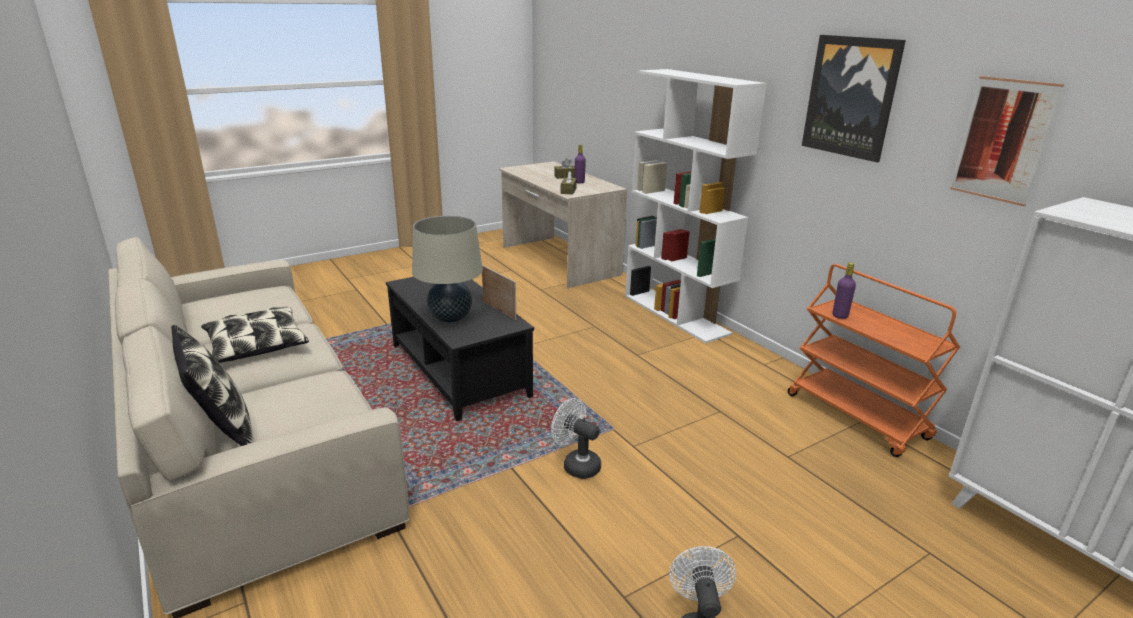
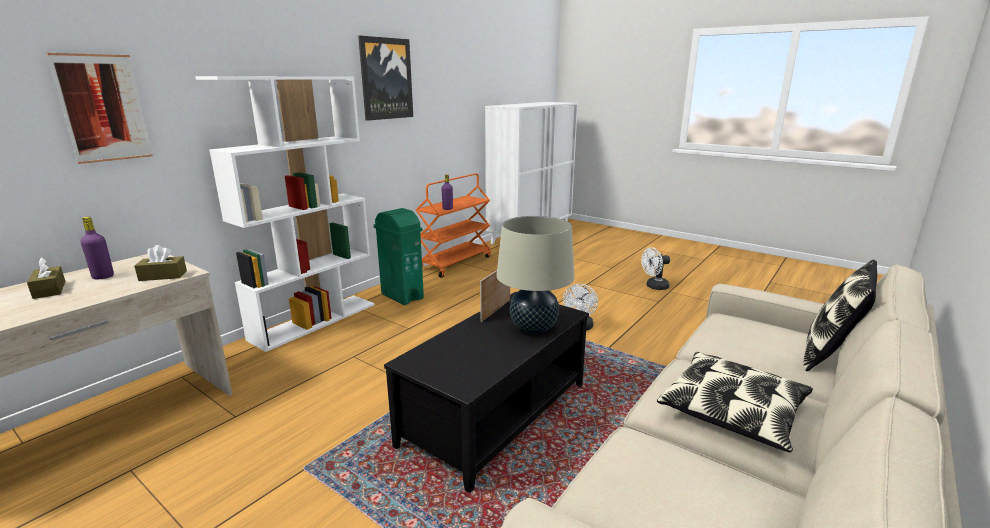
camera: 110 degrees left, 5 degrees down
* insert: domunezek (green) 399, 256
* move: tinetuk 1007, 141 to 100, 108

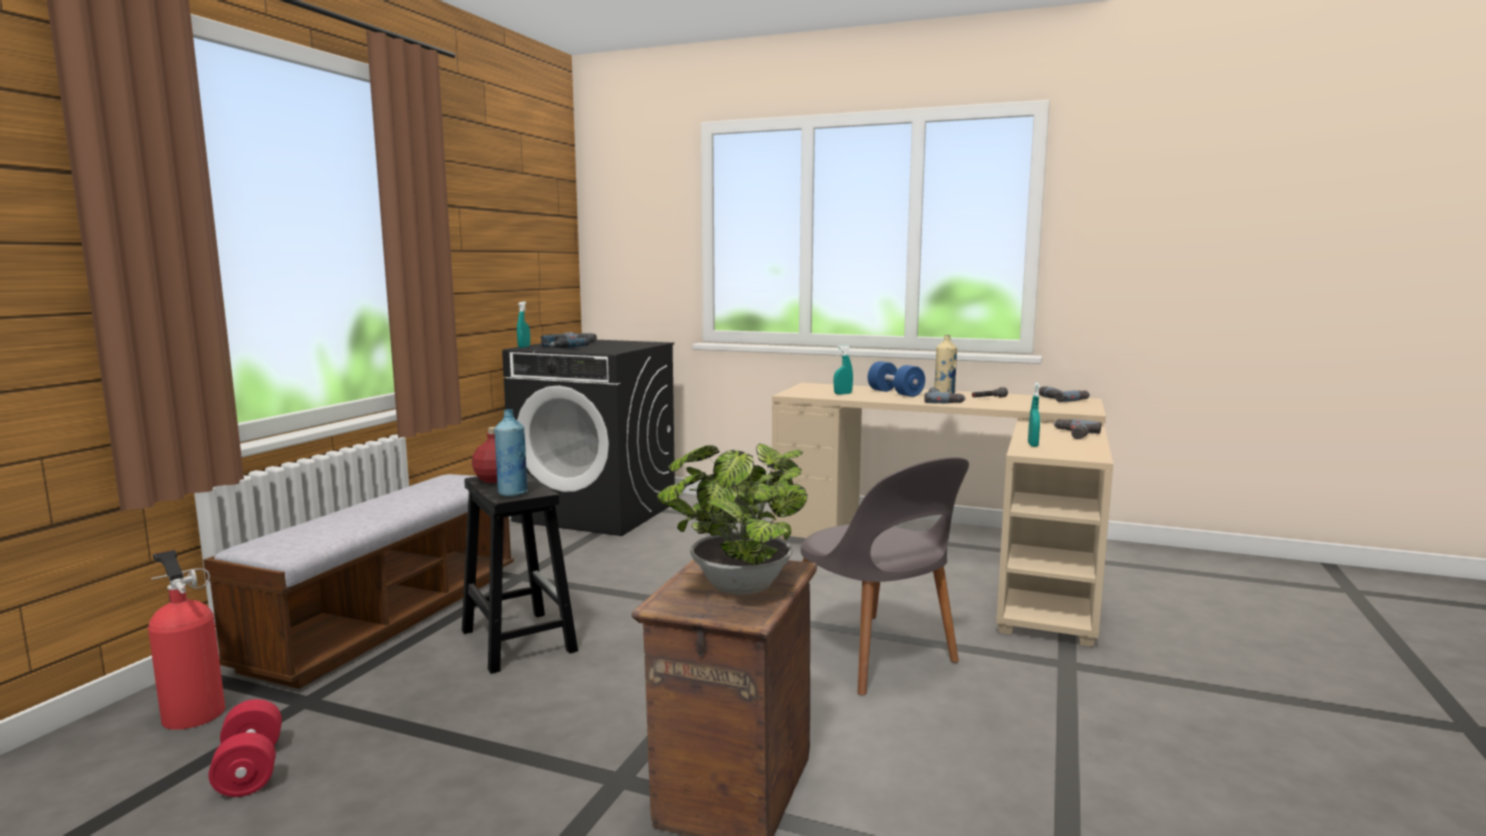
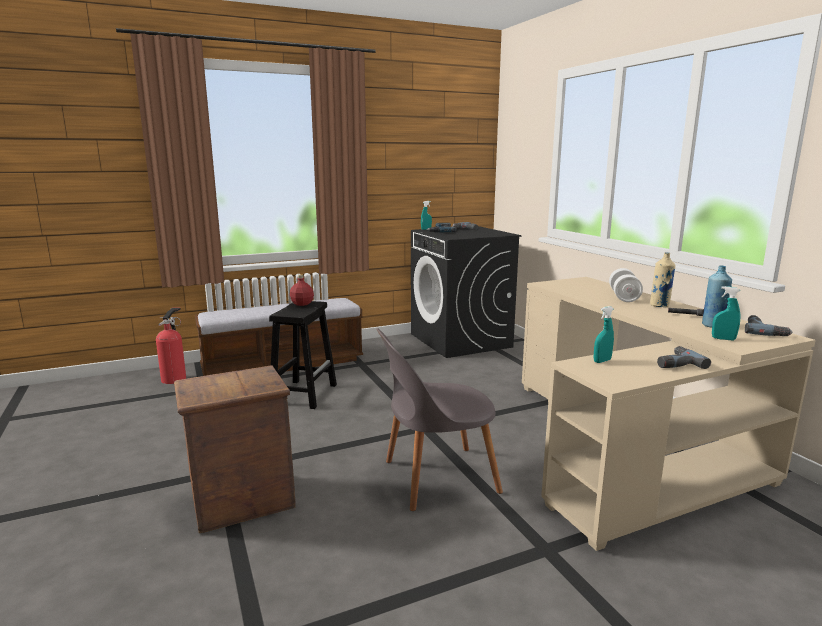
camera: 45 degrees right, 5 degrees up
* delete: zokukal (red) 245, 748
* delete: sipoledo 732, 519
* delete: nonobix 945, 395
* move: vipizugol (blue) 511, 453 to 717, 297
* move: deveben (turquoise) 843, 370 to 726, 313
* recolor: zokukal (blue) 896, 379 to zokukal (white) 626, 285
* rotate: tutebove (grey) 885, 576 = 439, 419 60 degrees clockwise

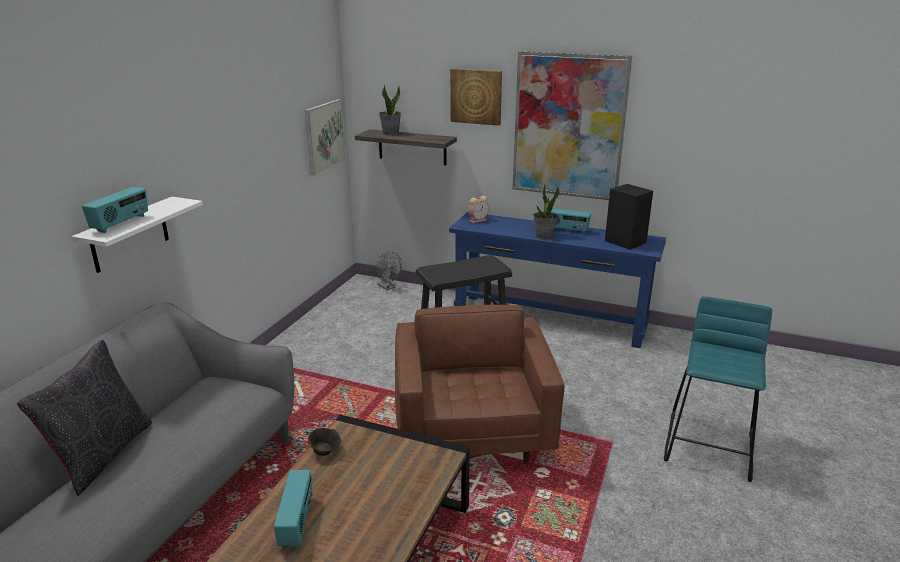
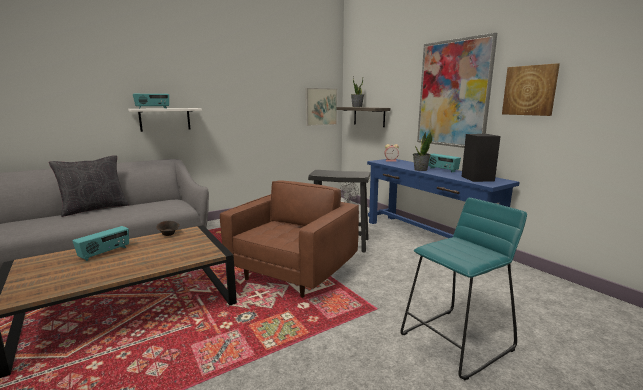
camera: 35 degrees right, 10 degrees down
* move: tinetuk 476, 97 to 531, 89

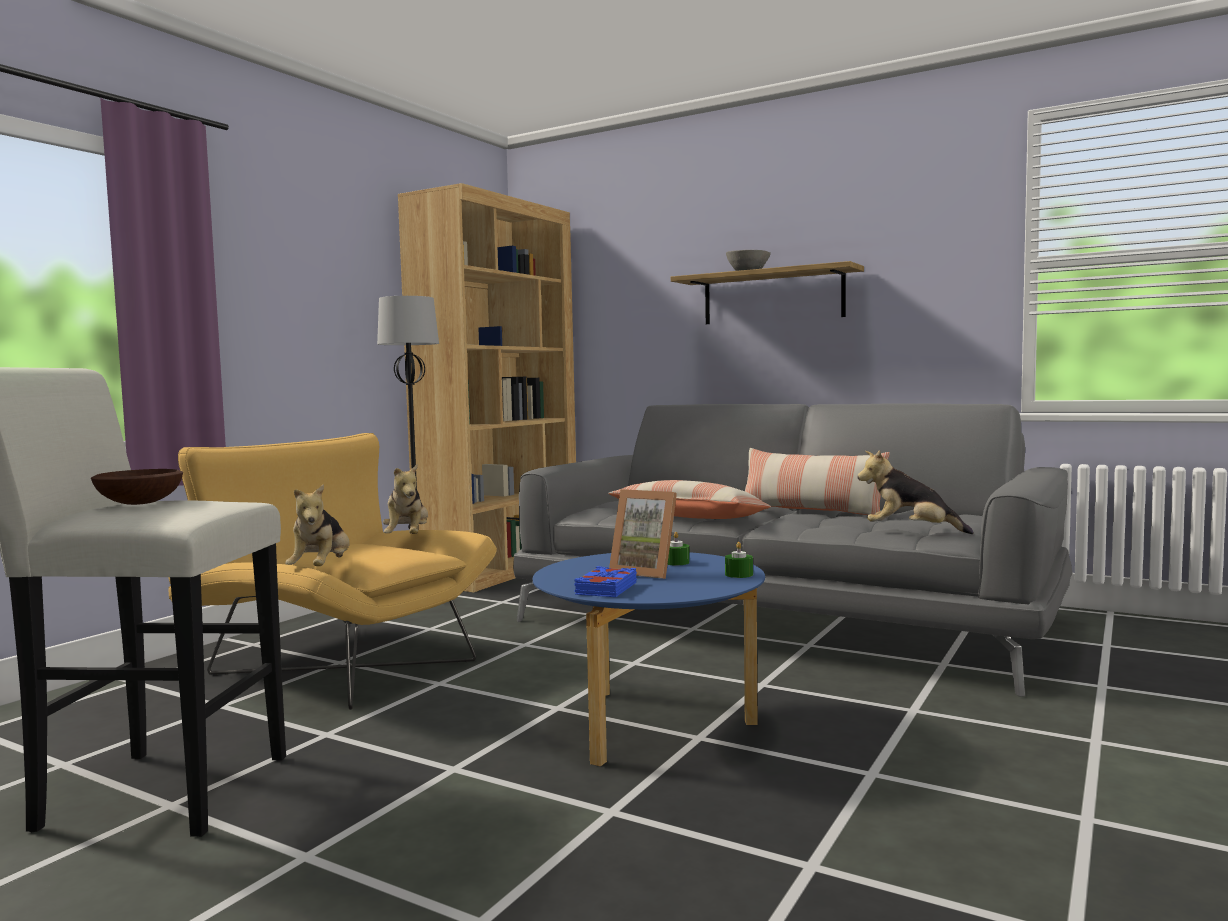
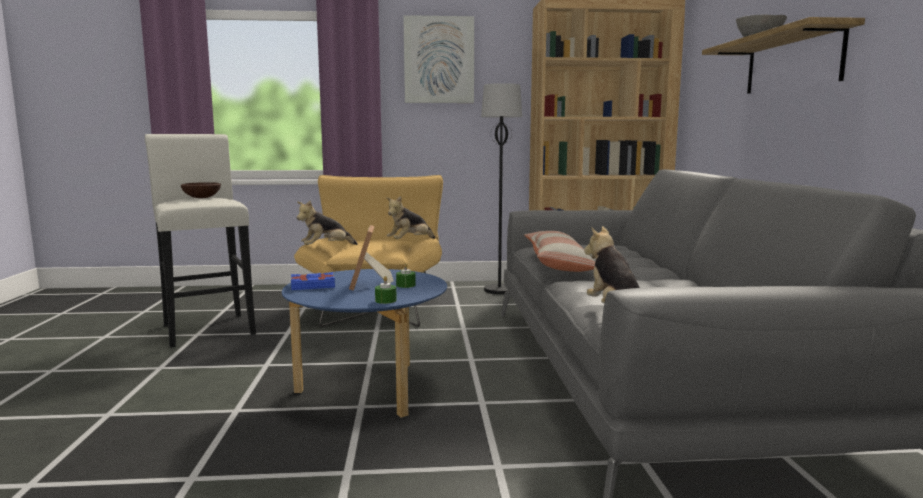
camera: 55 degrees right, 5 degrees up
* delete: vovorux 817, 481
* insert: tinetuk 438, 59

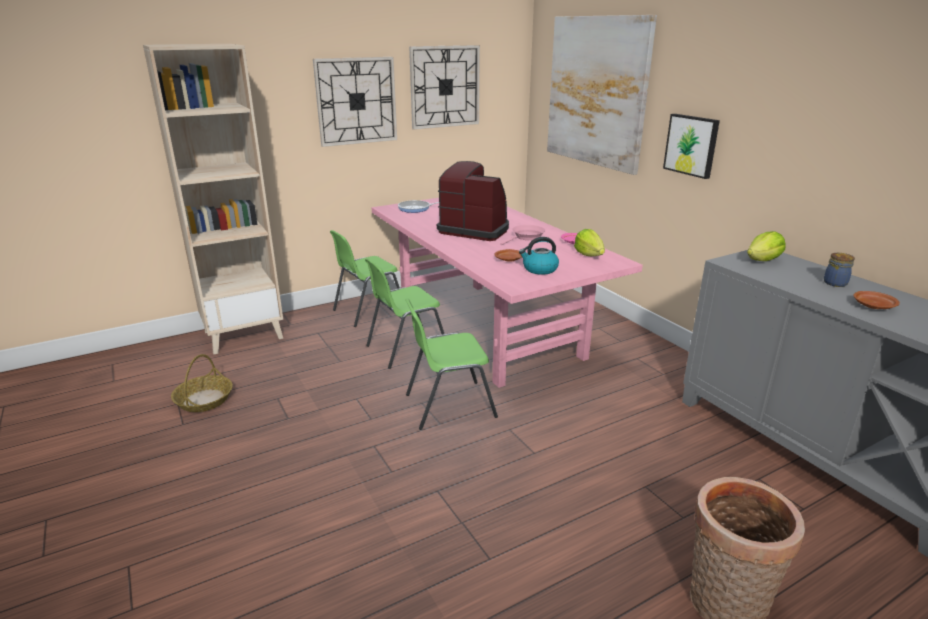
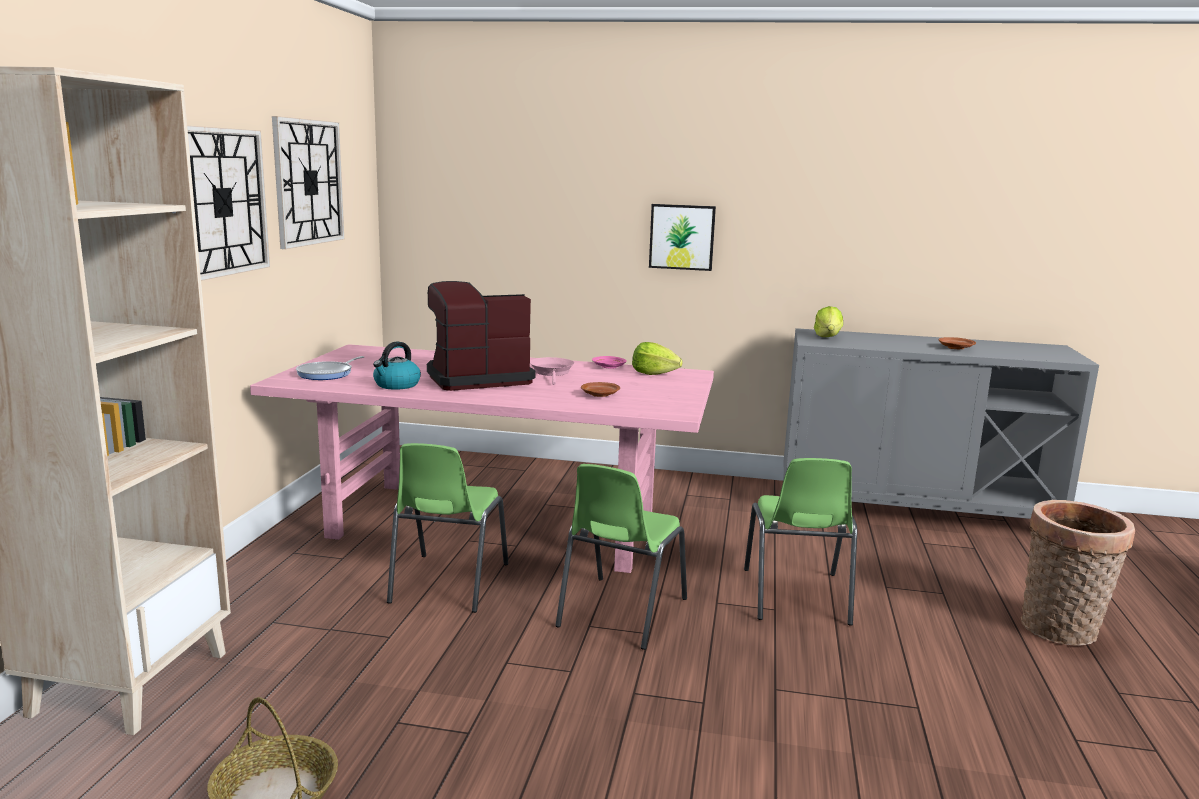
camera: 50 degrees left, 10 degrees down
* delete: tinetuk 602, 95
* delete: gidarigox 839, 270
* move: tutebove (green) 365, 278 to 800, 542
* move: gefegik 539, 256 to 397, 365

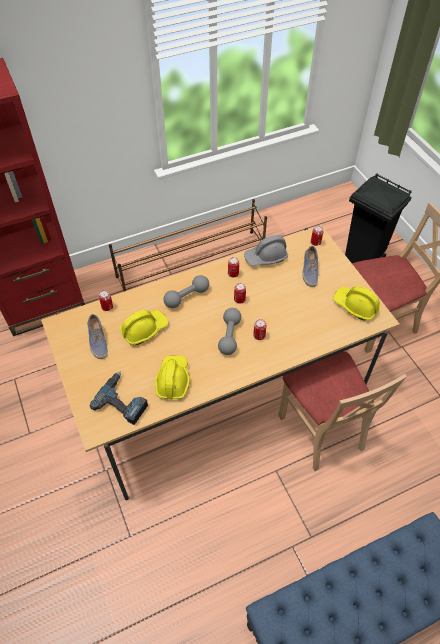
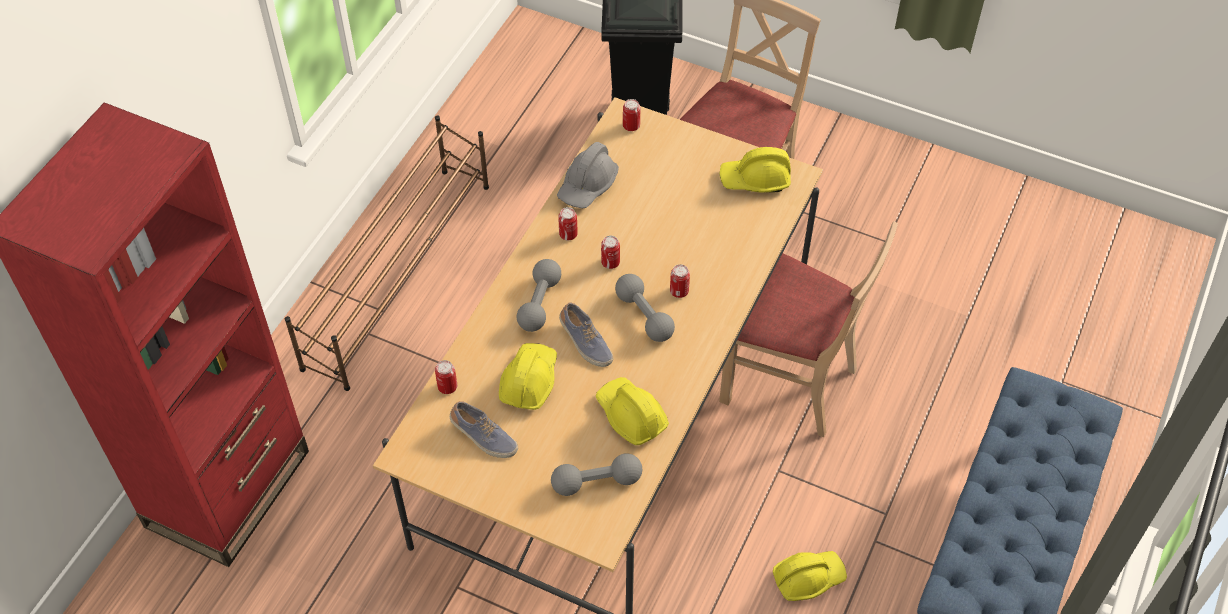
camera: 40 degrees left, 0 degrees up
* insert: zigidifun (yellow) 810, 576
* move: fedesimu 310, 266 to 586, 335
* replace: nonobix 119, 398 to zokukal (grey) 596, 474

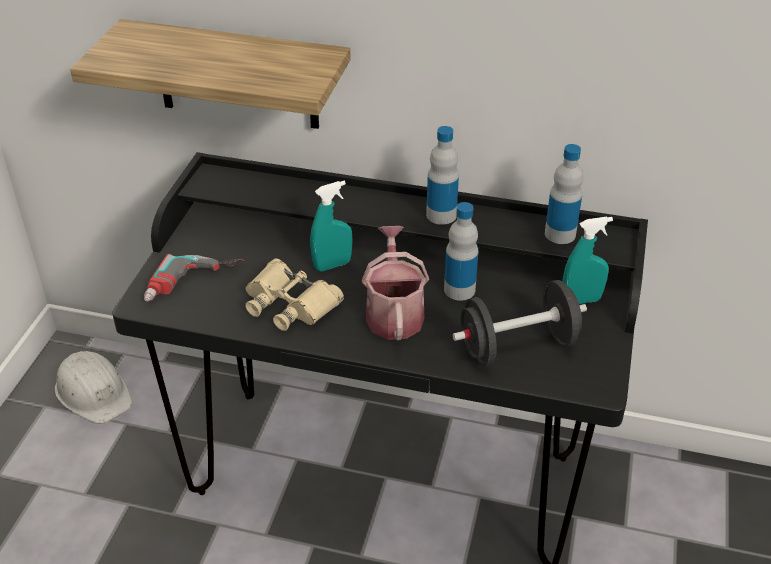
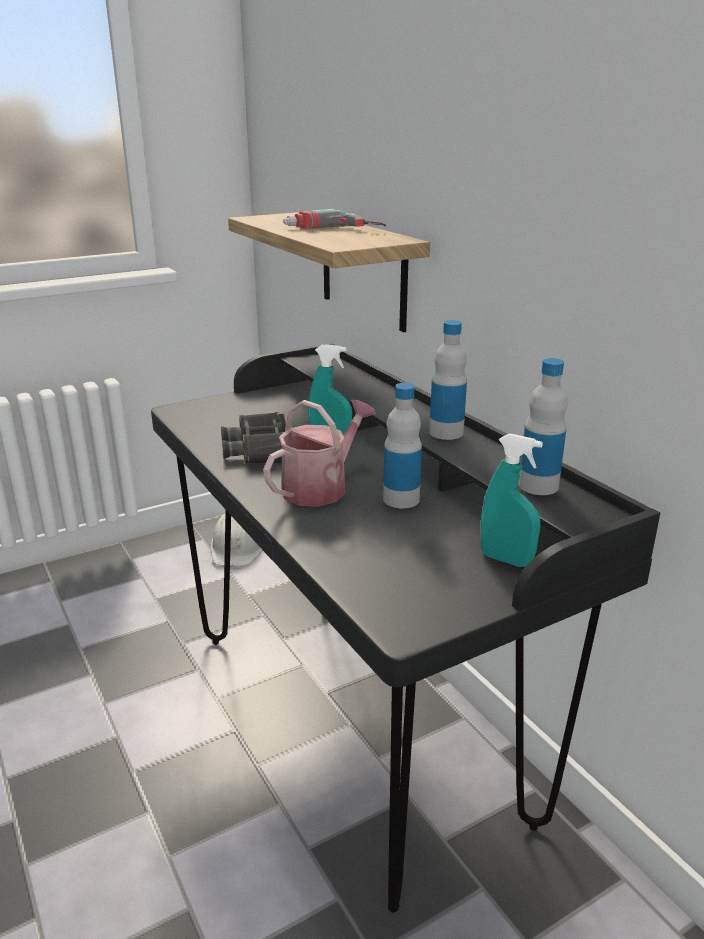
camera: 45 degrees right, 15 degrees down
* delete: zokukal (black) 519, 322
* move: nonobix 194, 278 to 334, 219
* recolor: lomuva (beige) 294, 295 to lomuva (black) 253, 437

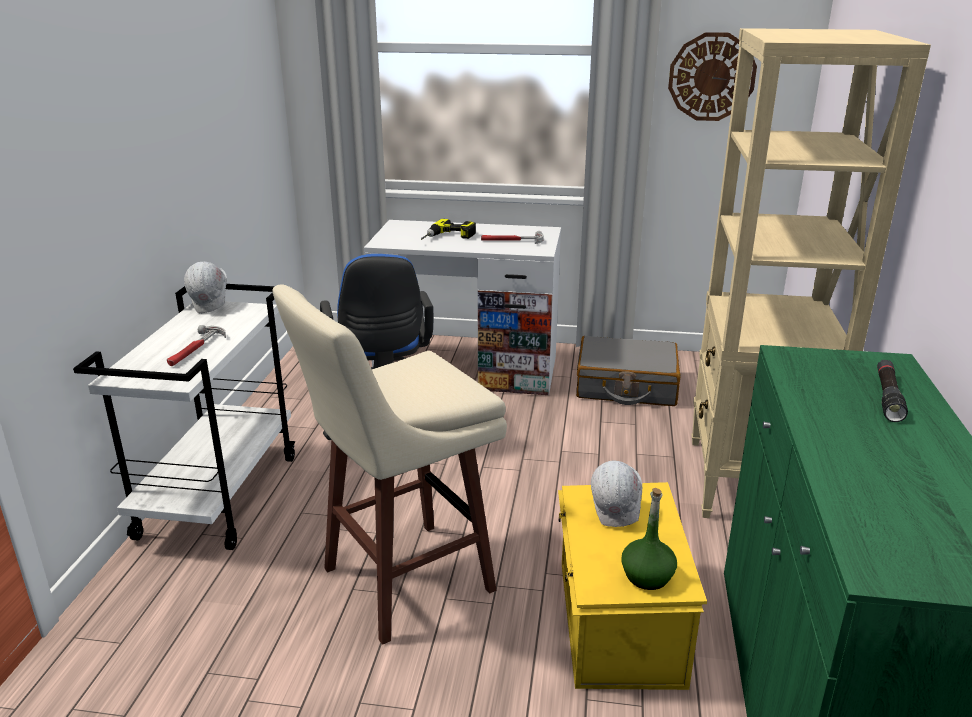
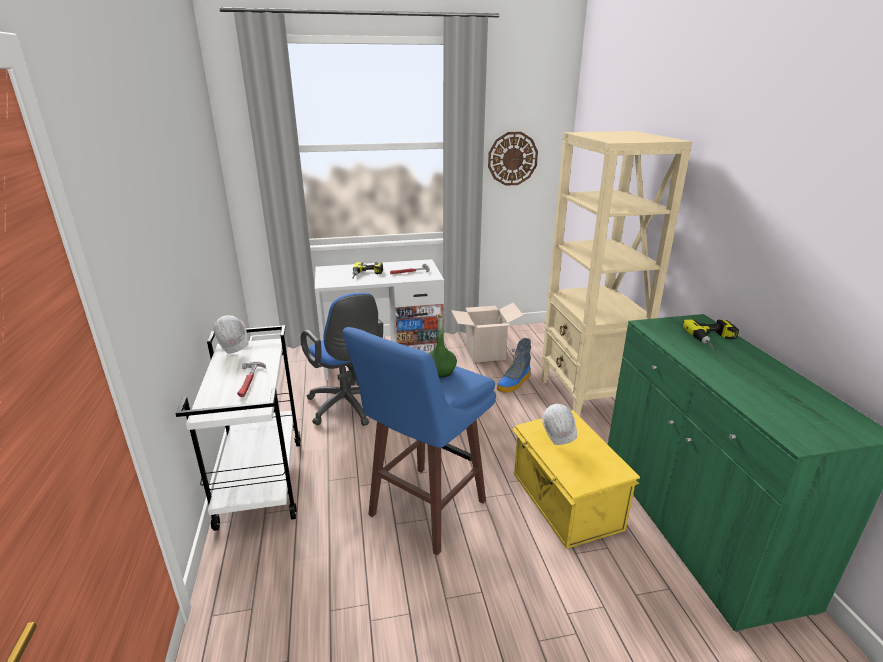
camera: 20 degrees left, 0 degrees up
* insert: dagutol 514, 365
* move: vipizugol (green) 649, 539 to 442, 346
* replace: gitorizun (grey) 628, 371 to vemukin 487, 333
* replace: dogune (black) 892, 391 to nonobix 711, 335
* recolor: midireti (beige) 389, 464 to midireti (blue) 419, 441

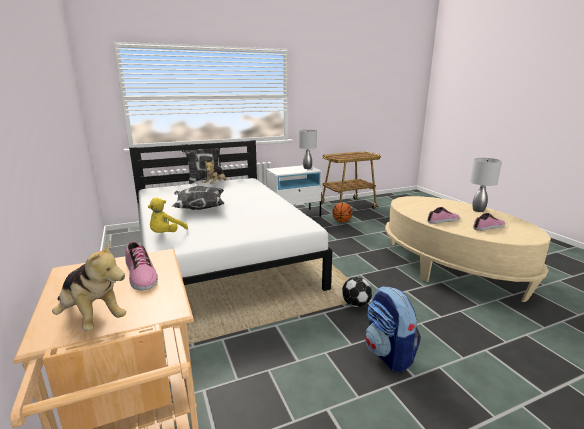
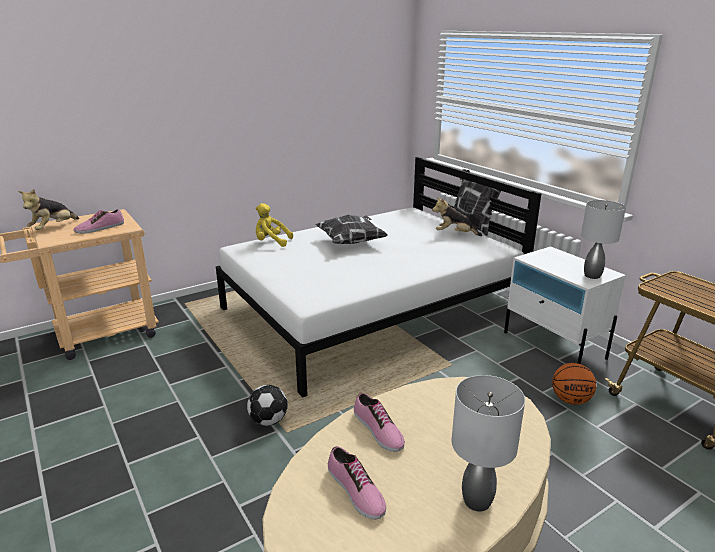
camera: 80 degrees right, 5 degrees up
* delete: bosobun 393, 329

